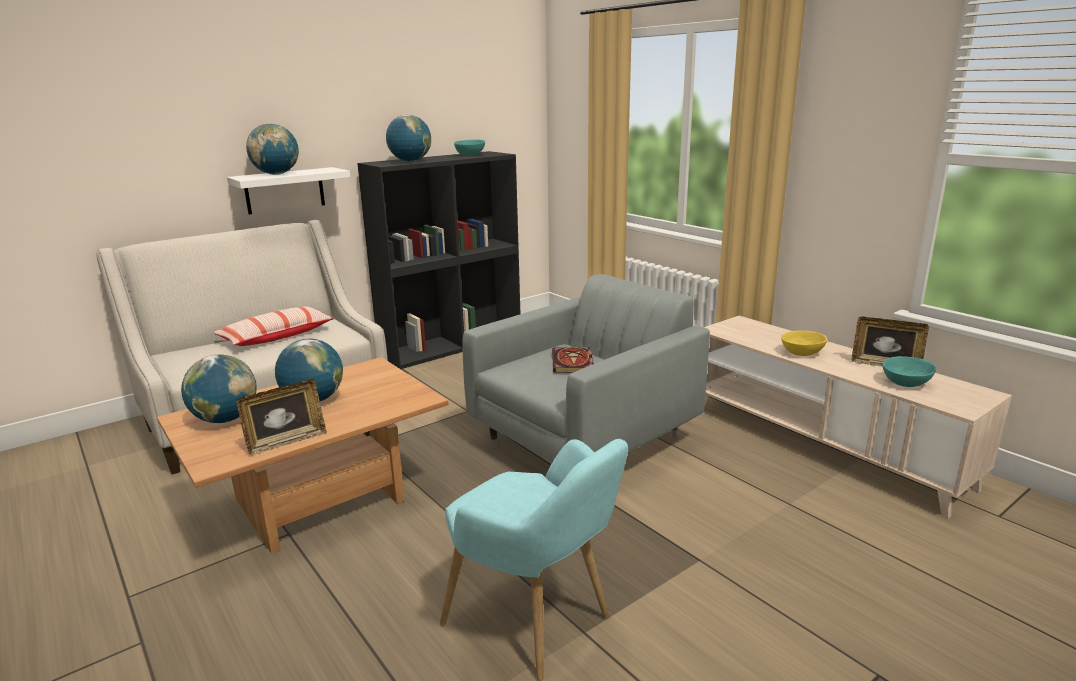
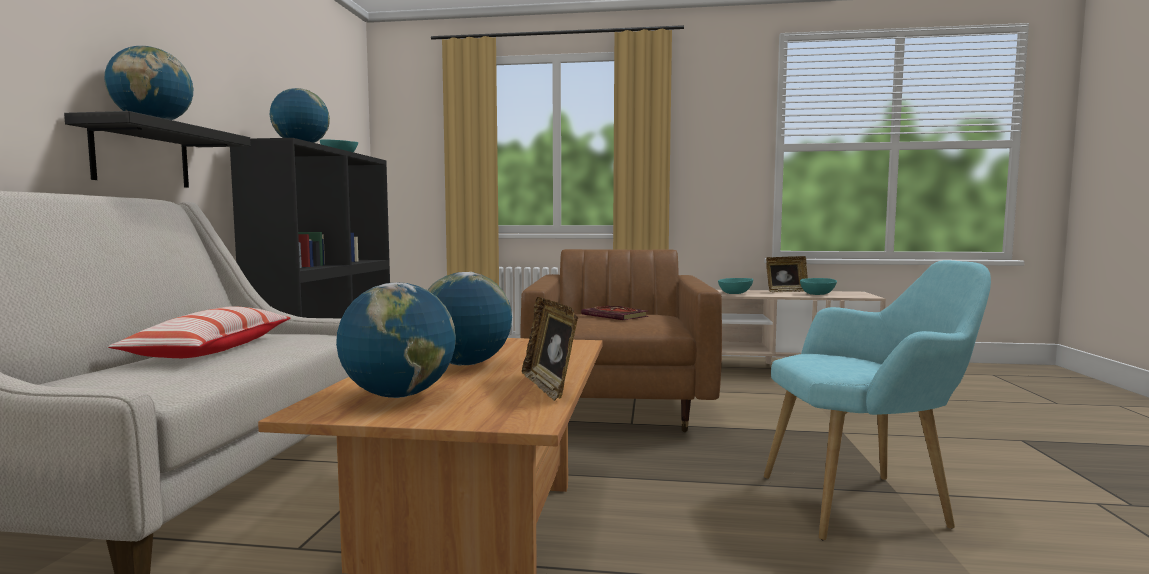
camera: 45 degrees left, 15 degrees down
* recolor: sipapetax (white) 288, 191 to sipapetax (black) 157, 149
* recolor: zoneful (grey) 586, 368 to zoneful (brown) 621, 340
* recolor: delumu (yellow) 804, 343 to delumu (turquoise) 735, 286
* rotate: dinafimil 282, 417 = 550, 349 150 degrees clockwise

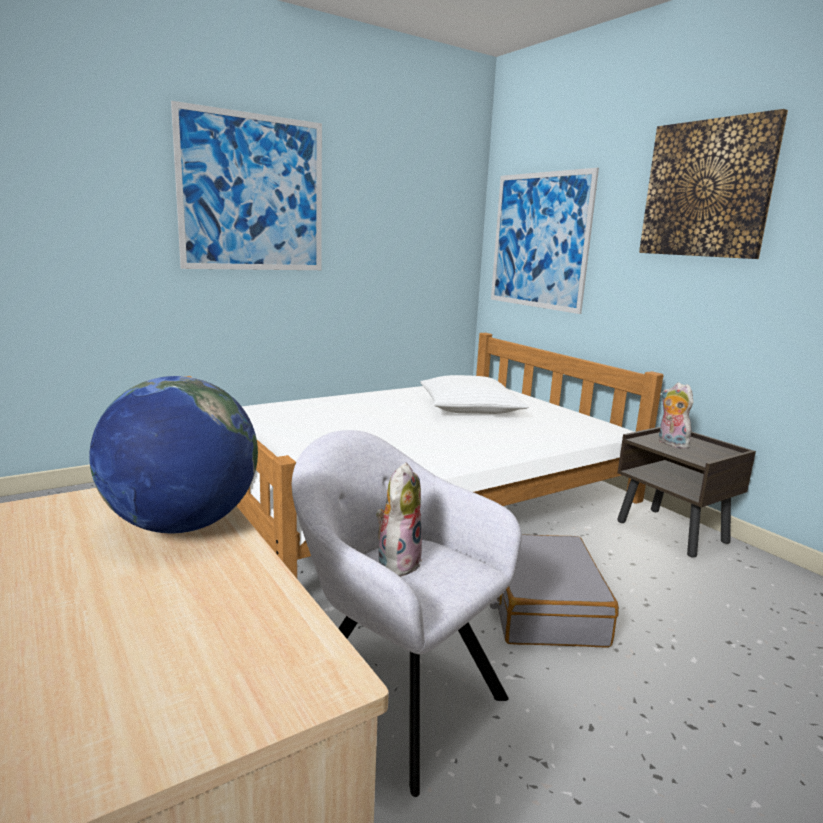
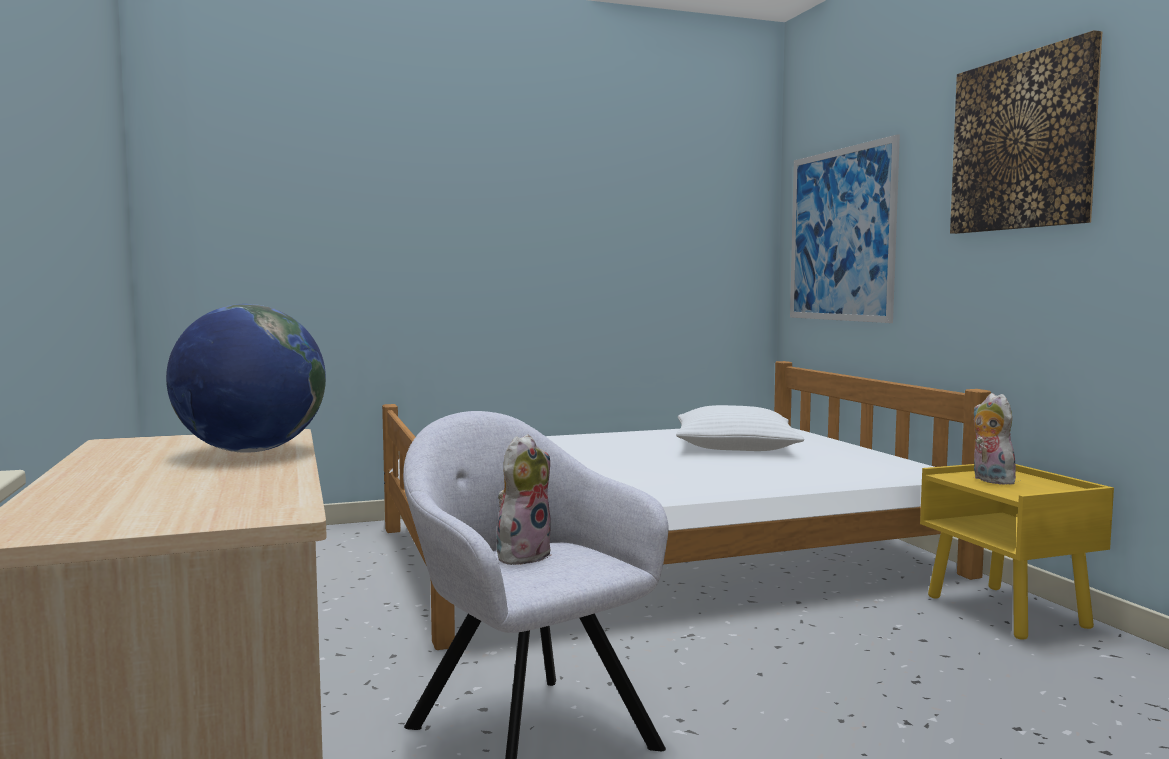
camera: 15 degrees right, 10 degrees down
* delete: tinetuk 246, 185
* delete: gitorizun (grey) 554, 590
* recolor: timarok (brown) 686, 492 to timarok (yellow) 1017, 551

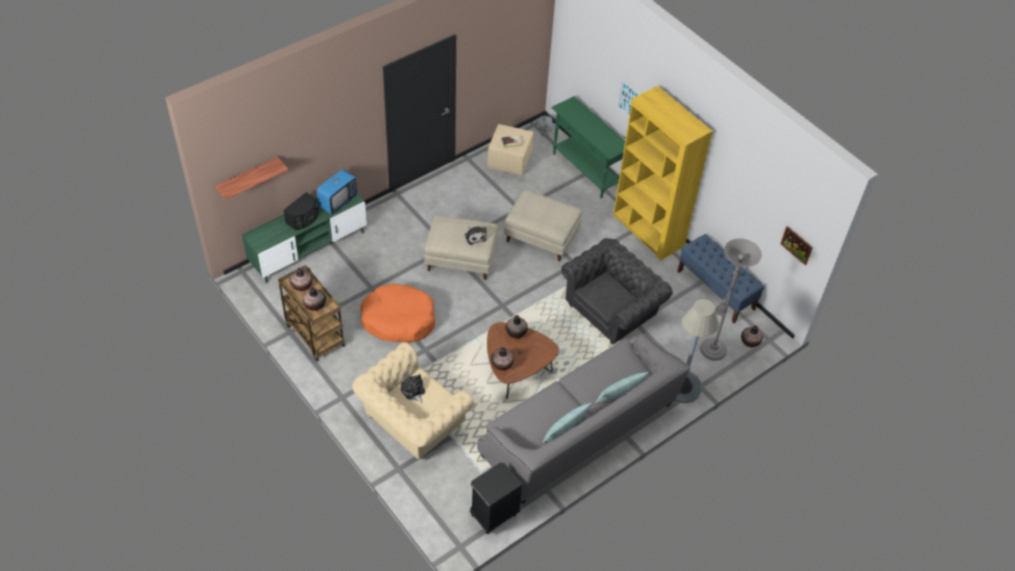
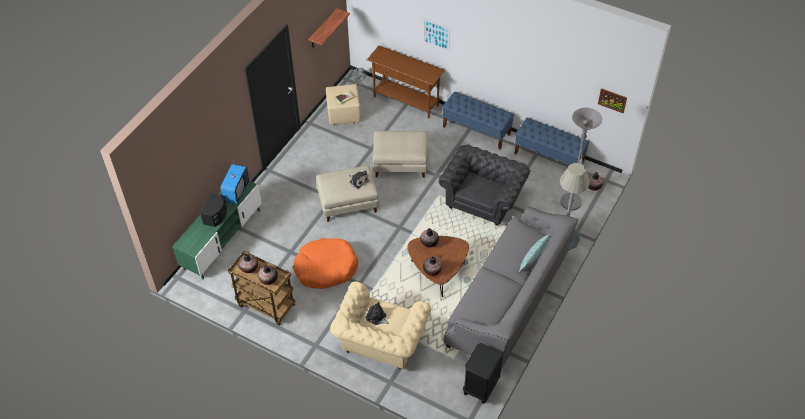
camera: 20 degrees left, 0 degrees up
* delete: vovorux 567, 423
* move: sipapetax 251, 178 to 329, 28
* replace: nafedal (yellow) 663, 173 to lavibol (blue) 478, 120
* recolor: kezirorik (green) 588, 147 to kezirorik (brown) 406, 82

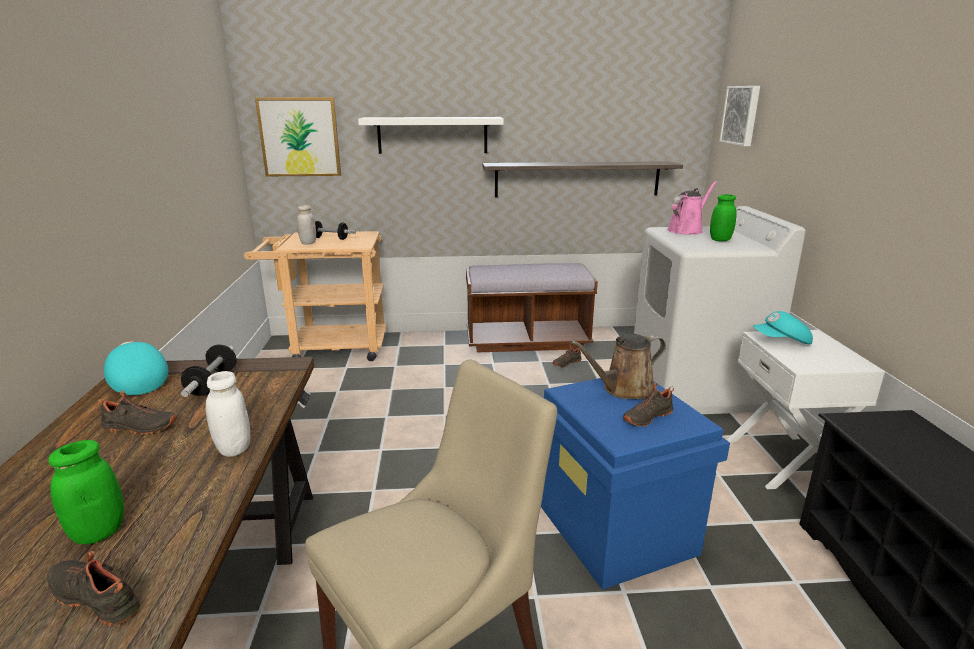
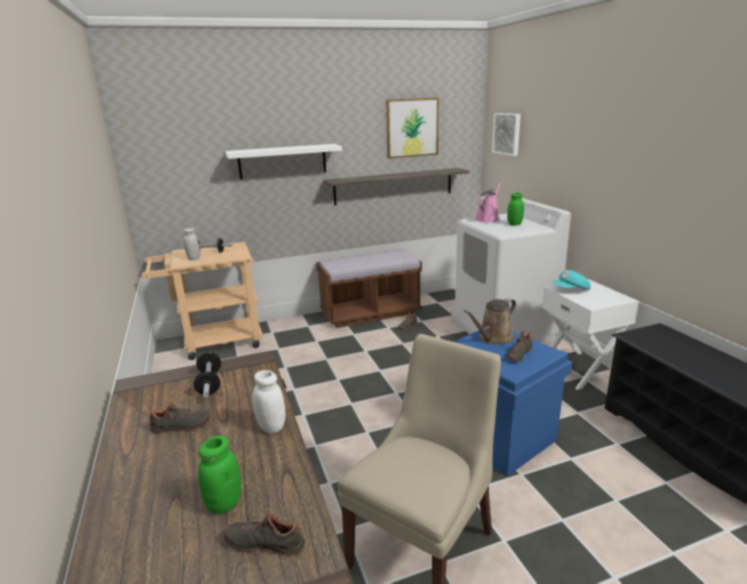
camera: 15 degrees left, 0 degrees up
* delete: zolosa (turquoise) 136, 368
* move: tinetuk 298, 136 to 412, 128

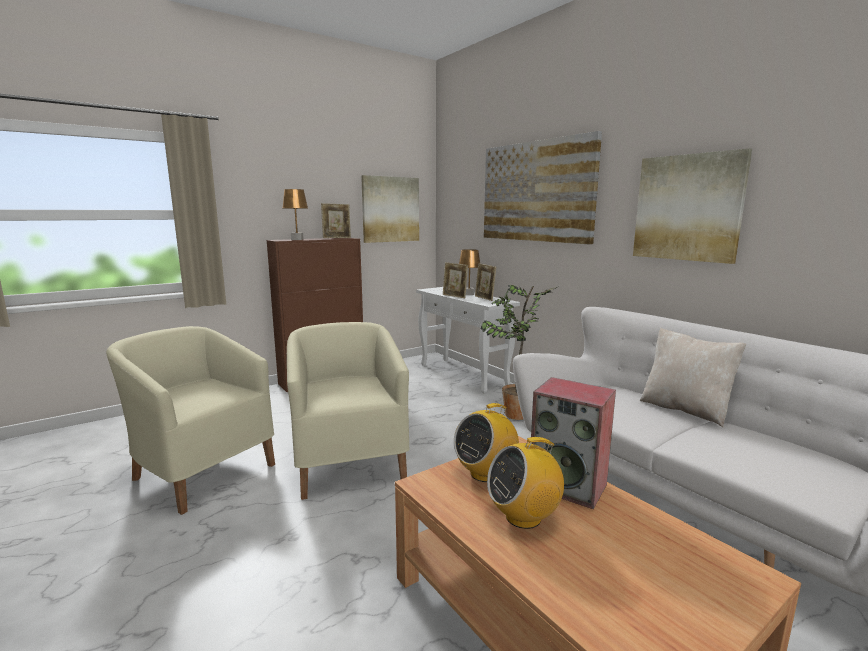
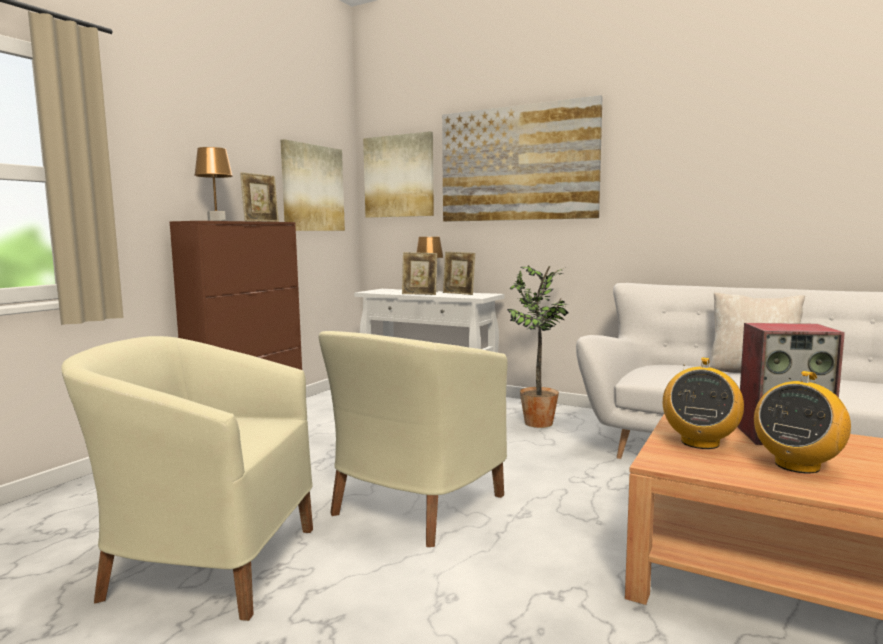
camera: 25 degrees left, 5 degrees down
* move: tinetuk 692, 206 to 398, 174
* rotate: zoneful (beige) 348, 411 = 413, 439 105 degrees counterclockwise

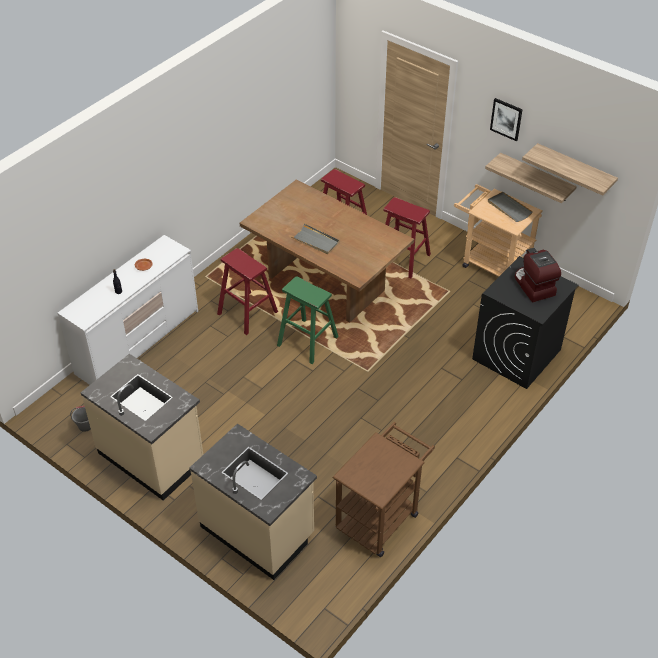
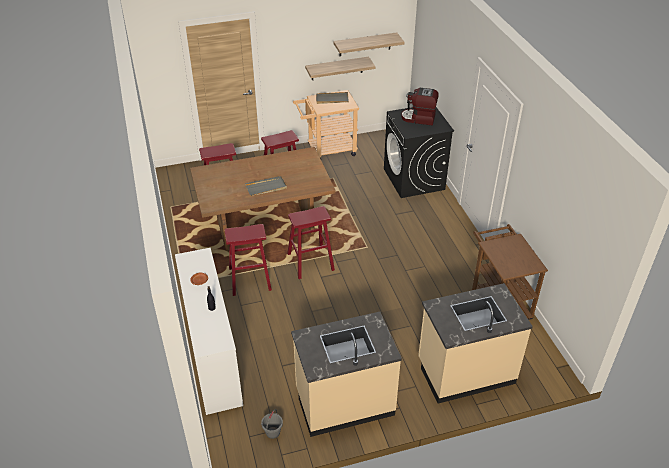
camera: 55 degrees left, 5 degrees down
* delete: tinetuk 506, 119
* recolor: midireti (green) 308, 320 to midireti (red) 311, 242

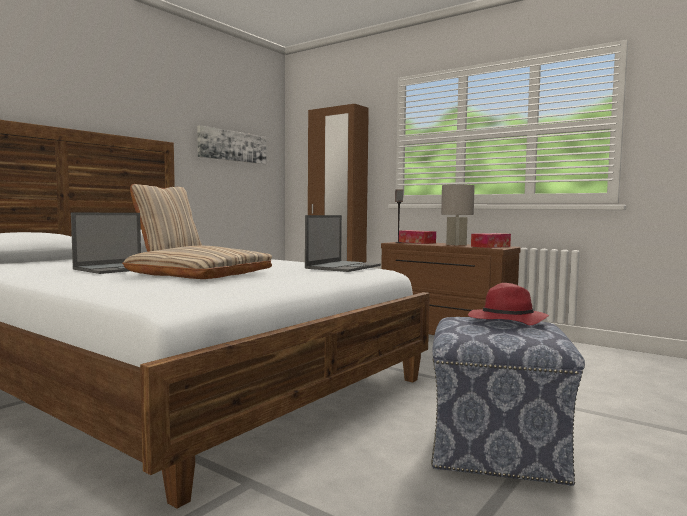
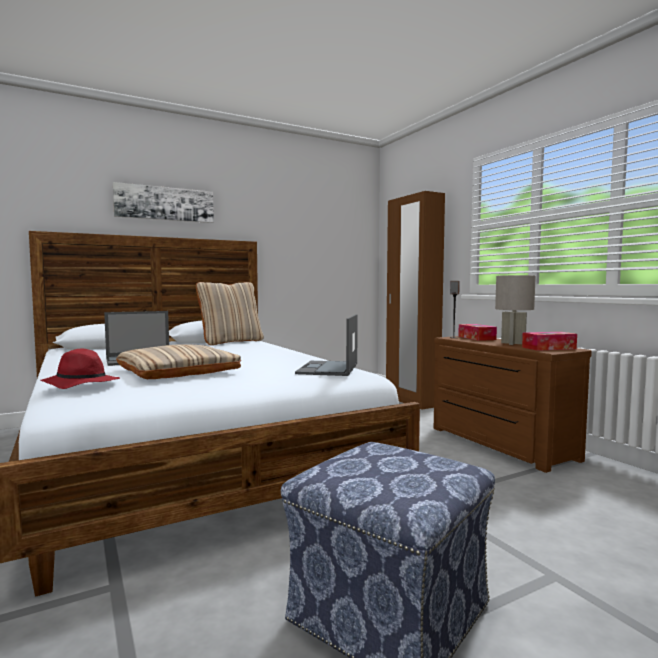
camera: 25 degrees right, 0 degrees up
* move: tinetuk 231, 144 to 163, 202
* move: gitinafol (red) 508, 304 to 80, 368
* rotate: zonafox 343, 243 = 326, 345 135 degrees clockwise

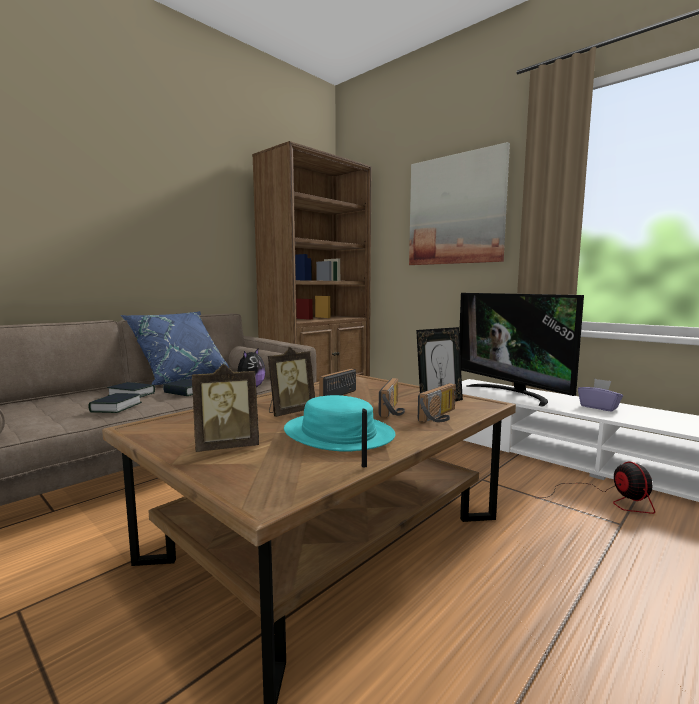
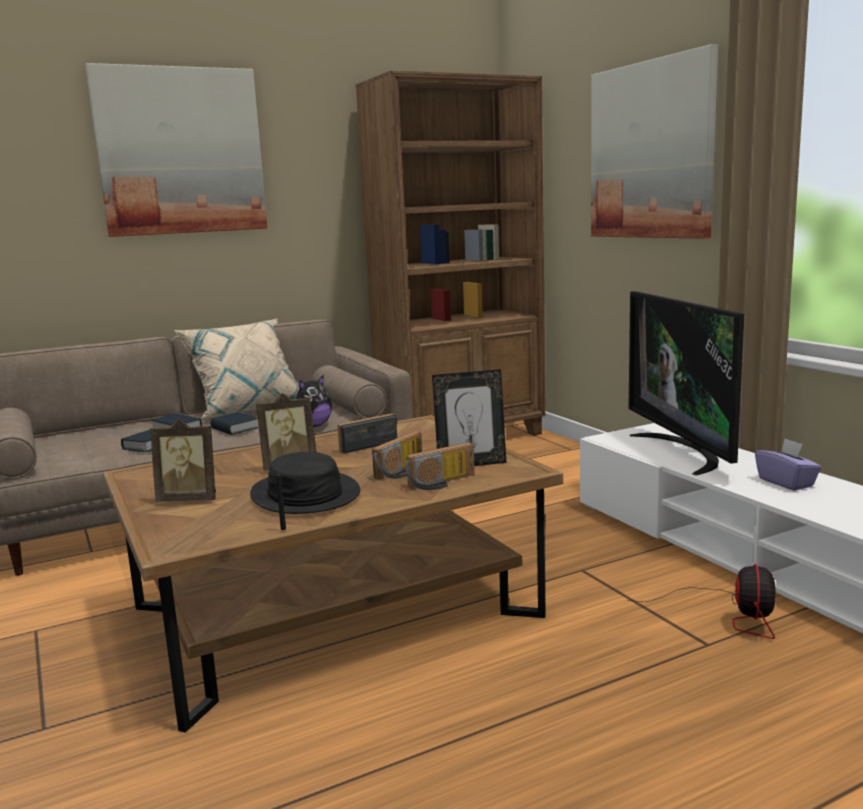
camera: 20 degrees right, 5 degrees up
* insert: tinetuk 176, 150
* recolor: vovorux (blue) 175, 348 to vovorux (beige) 237, 368
* recolor: gitinafol (turquoise) 339, 423 to gitinafol (black) 305, 483

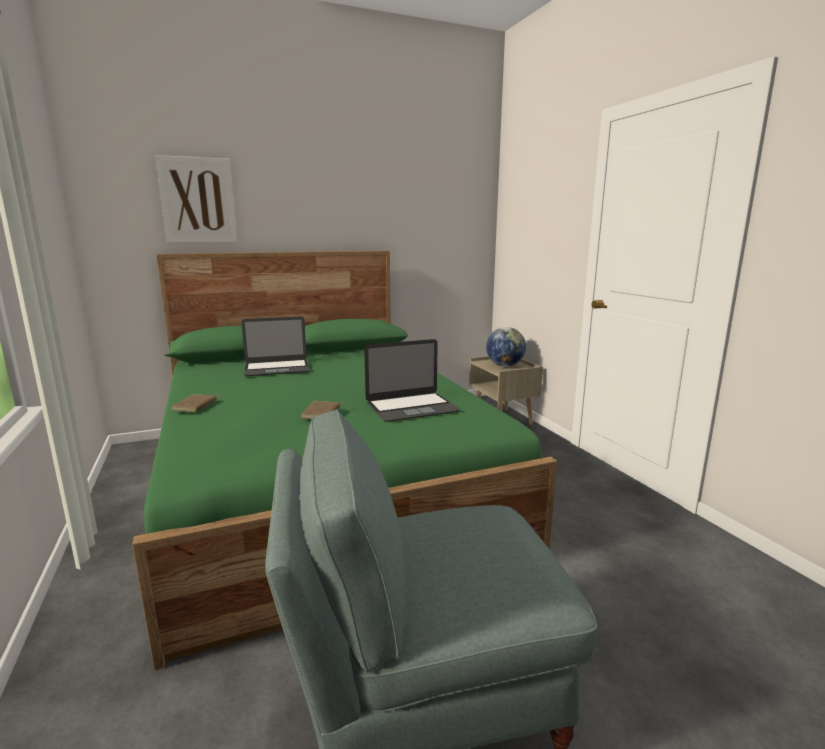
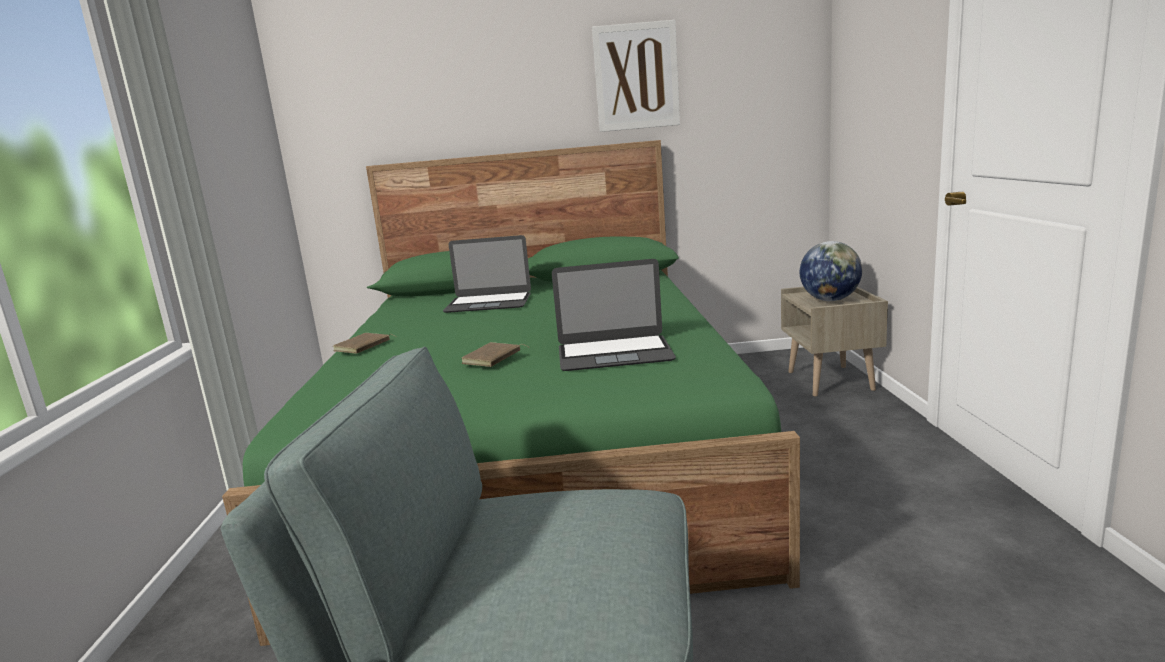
camera: 20 degrees right, 0 degrees up
* move: tinetuk 196, 199 to 636, 76

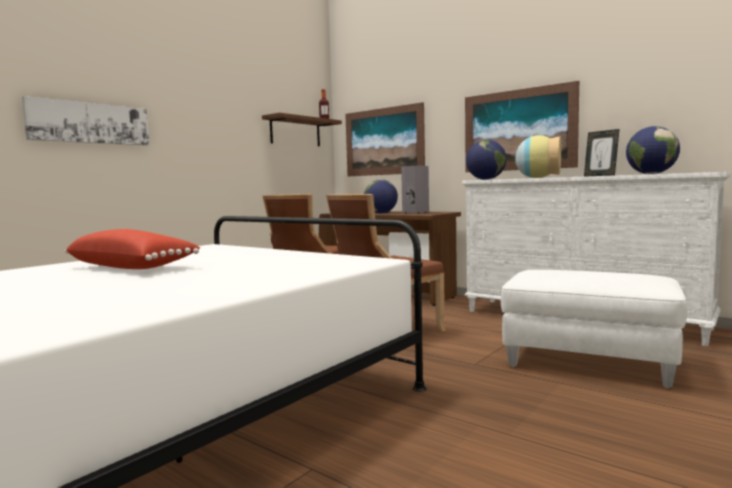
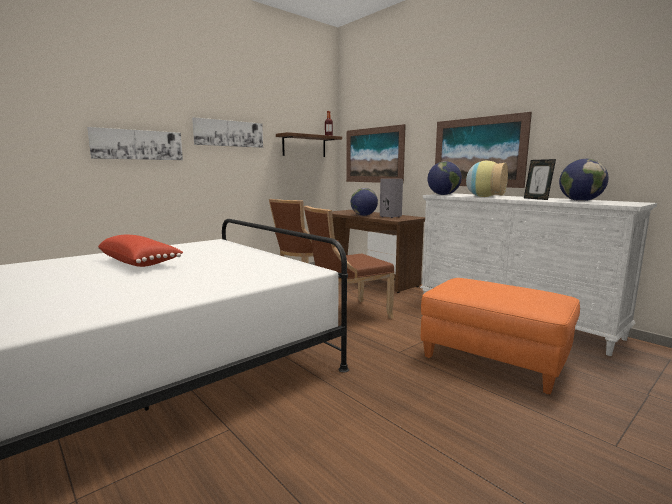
camera: 10 degrees right, 5 degrees up
* insert: tinetuk 227, 132
* recolor: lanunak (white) 594, 329 to lanunak (orange) 500, 336

